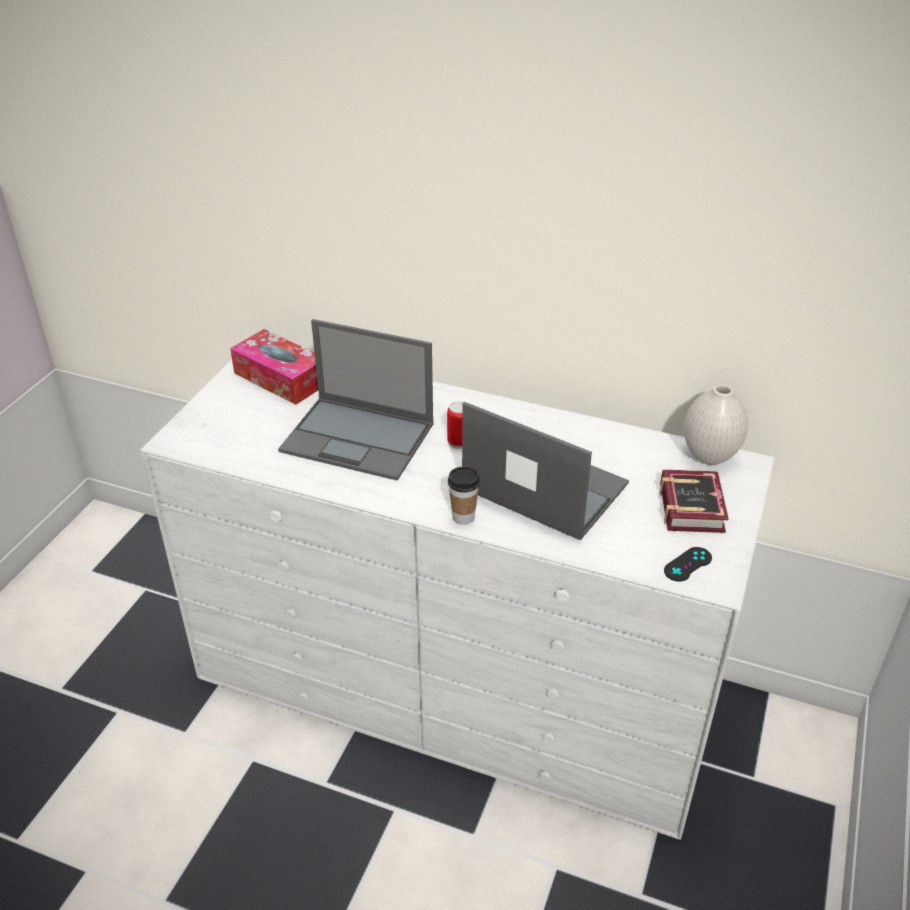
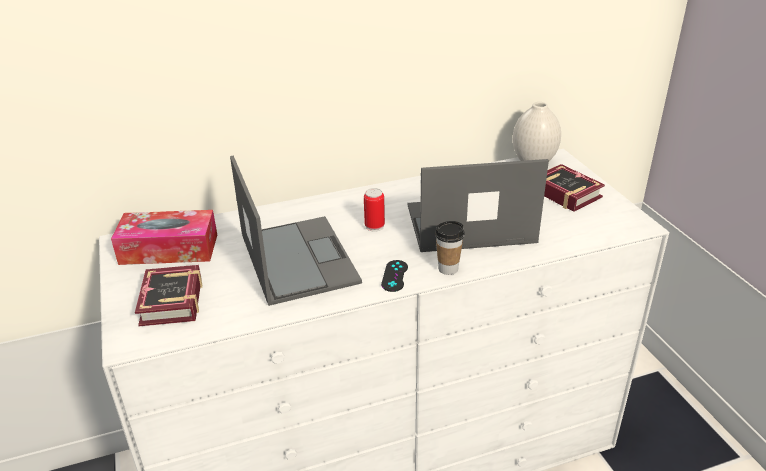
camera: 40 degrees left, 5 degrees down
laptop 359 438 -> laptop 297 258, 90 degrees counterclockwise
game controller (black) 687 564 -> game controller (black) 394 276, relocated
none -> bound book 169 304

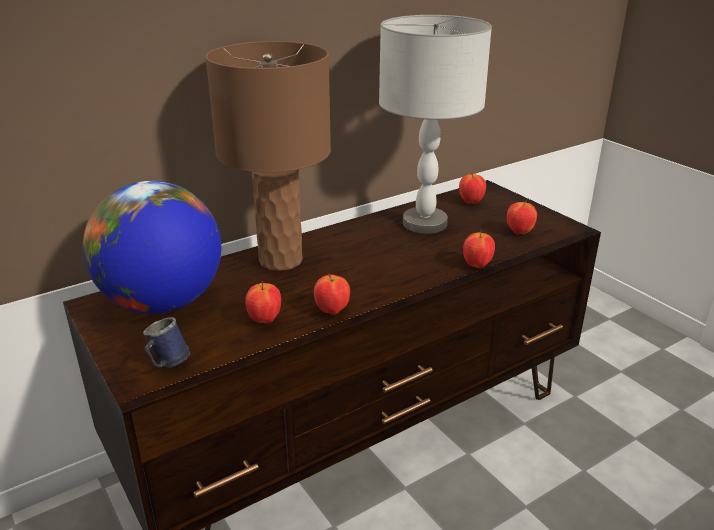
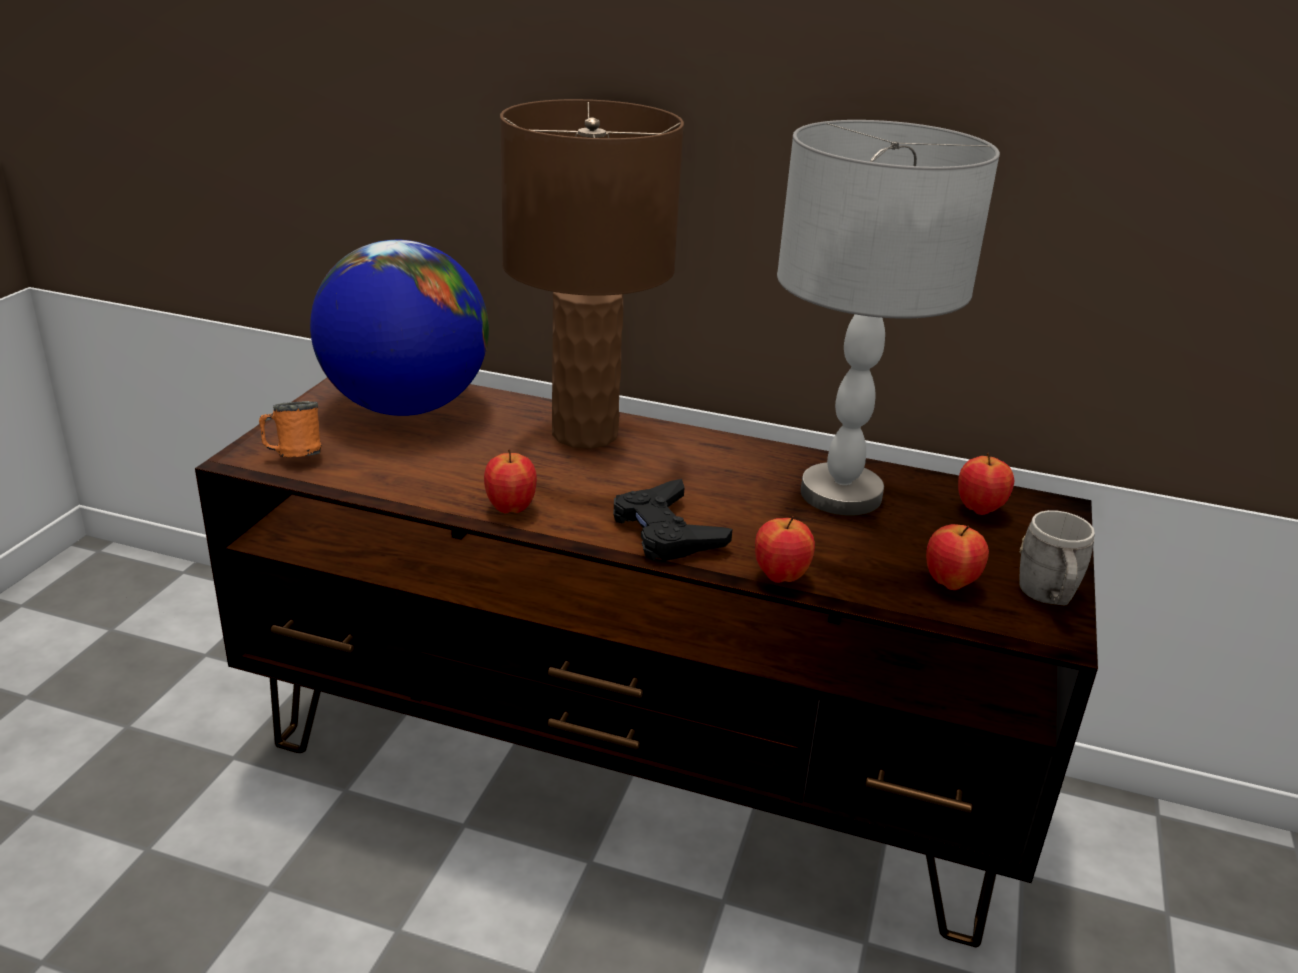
camera: 50 degrees right, 0 degrees up
apple fruit 264 320 -> none
mug (blue-coloured) 167 365 -> mug (orangey) 293 456
none -> game controller (black) 666 531
none -> mug (gray) 1048 598

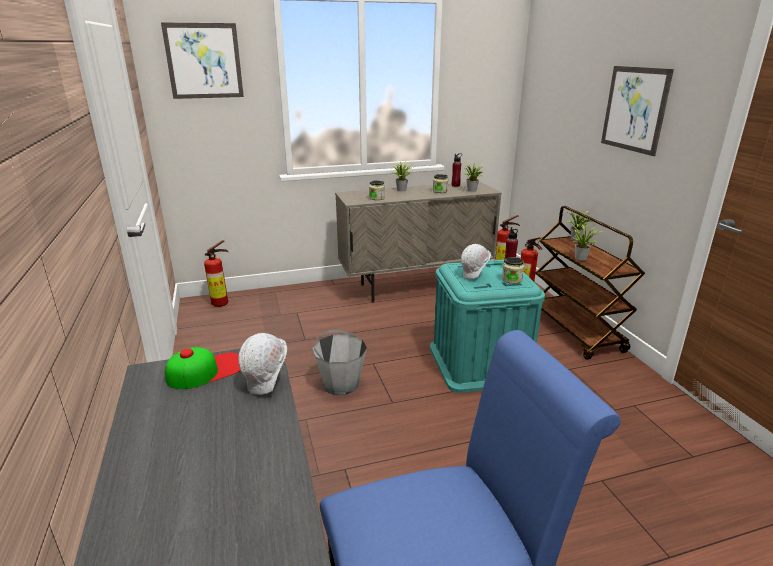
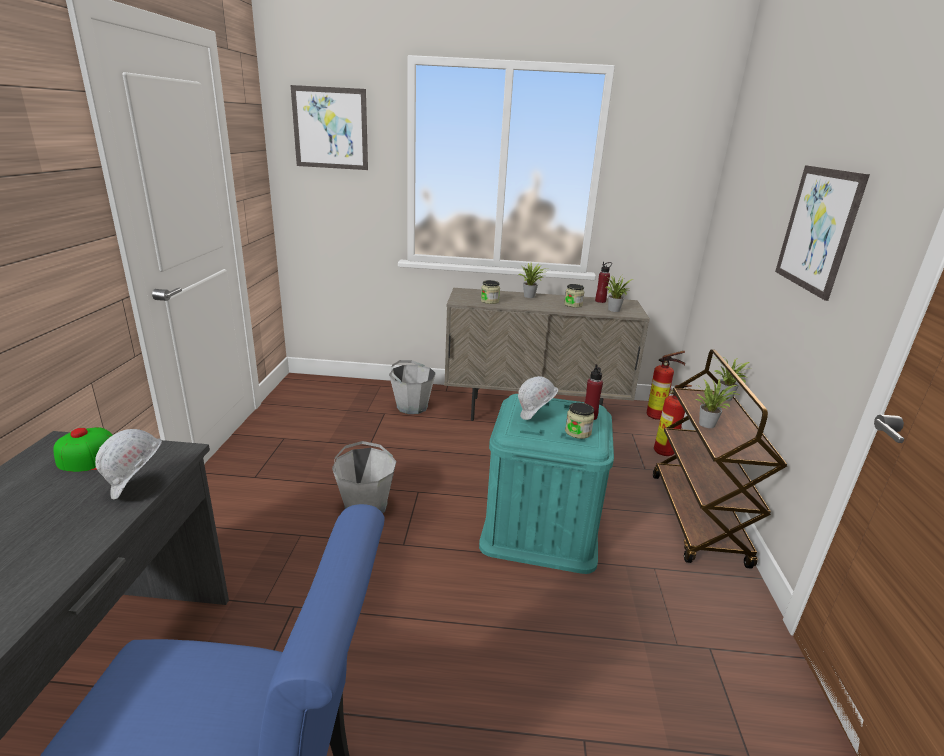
camera: 20 degrees right, 0 degrees up
fire extinguisher 223 303 -> none
none -> bucket (gray) 412 406

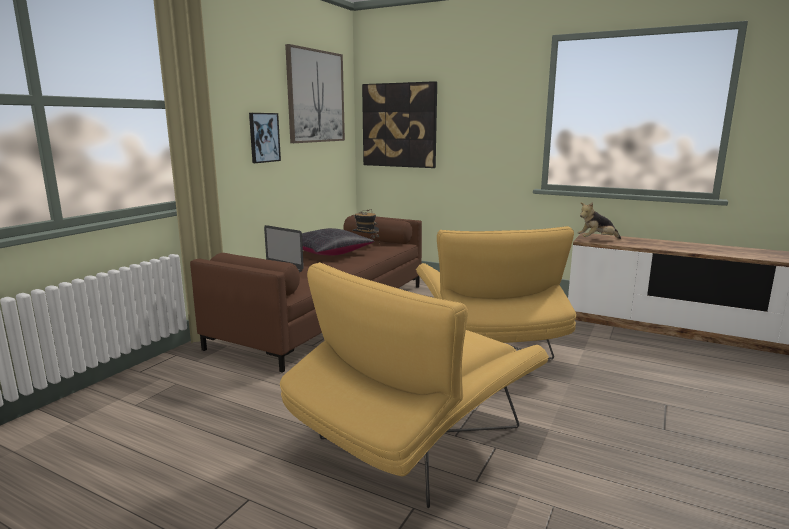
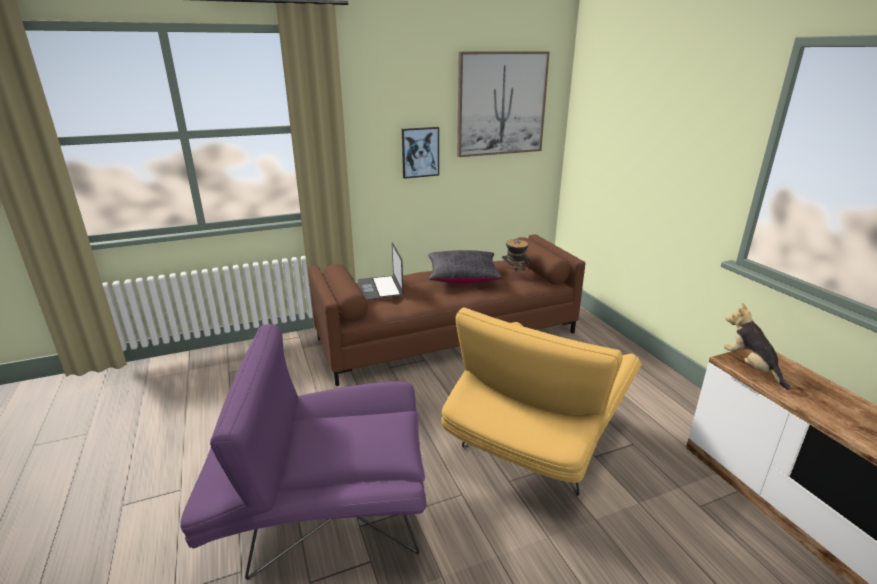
camera: 40 degrees right, 10 degrees up
wall picture 399 125 -> none
plush toy 597 240 -> plush toy 751 367, 45 degrees clockwise
armchair (yellow-coloured) 413 442 -> armchair (purple) 322 511

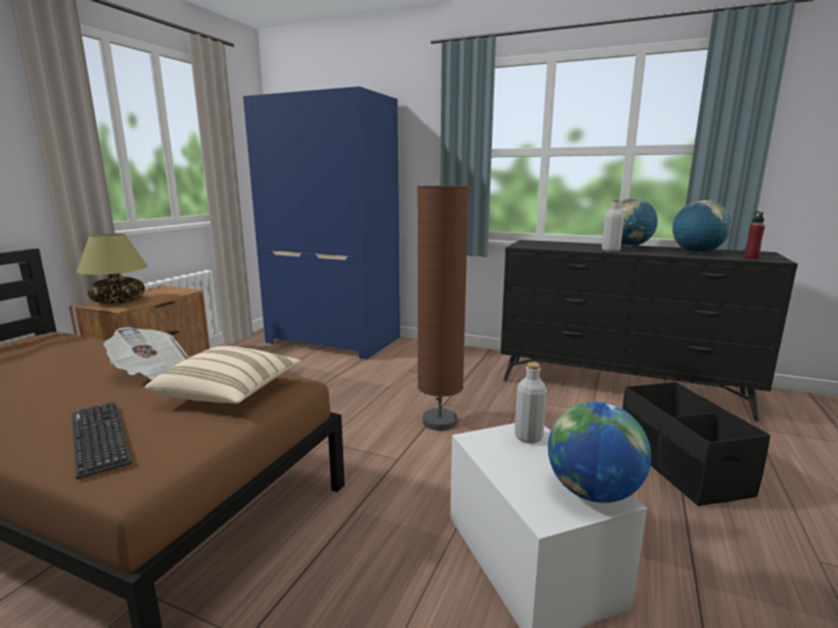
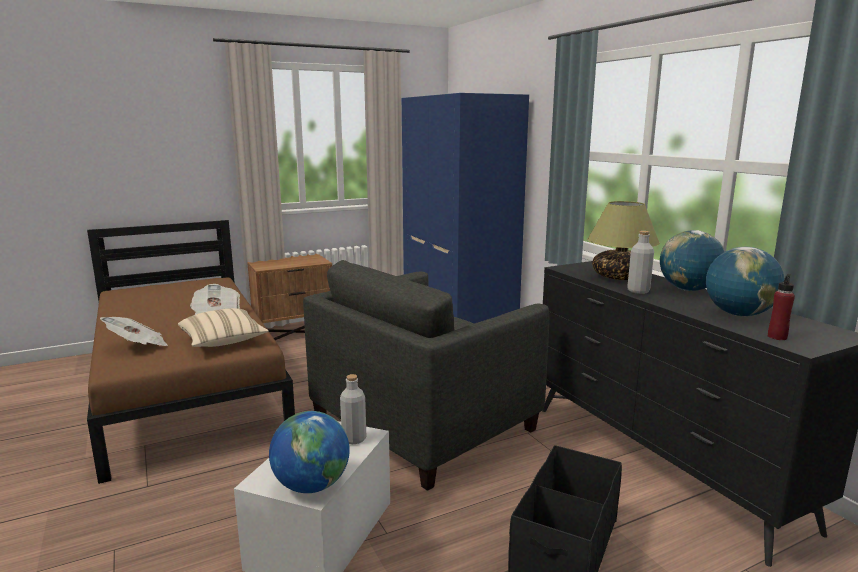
camera: 40 degrees right, 0 degrees up
floor lamp (brown-coloured) 439 422 -> armchair (gray) 424 423
tabletop lamp 118 301 -> tabletop lamp 619 277, relocated
PC keyboard 99 438 -> newspaper 138 346

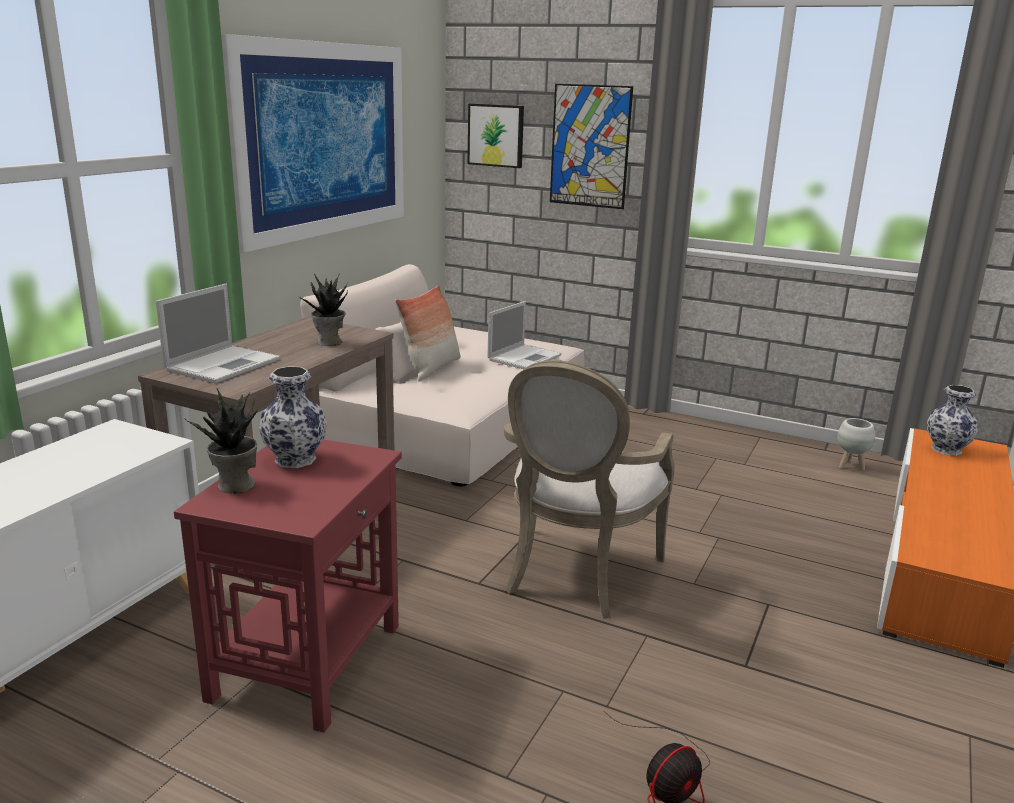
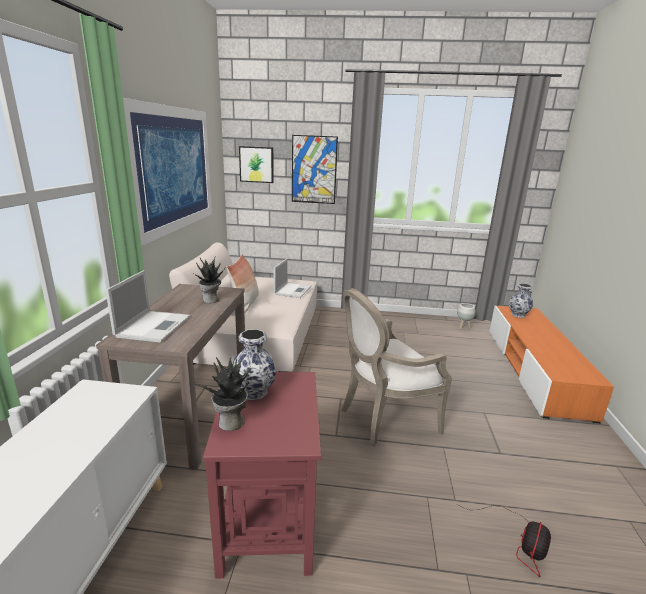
camera: 20 degrees left, 0 degrees up
armchair 573 575 -> armchair 382 418, 60 degrees clockwise

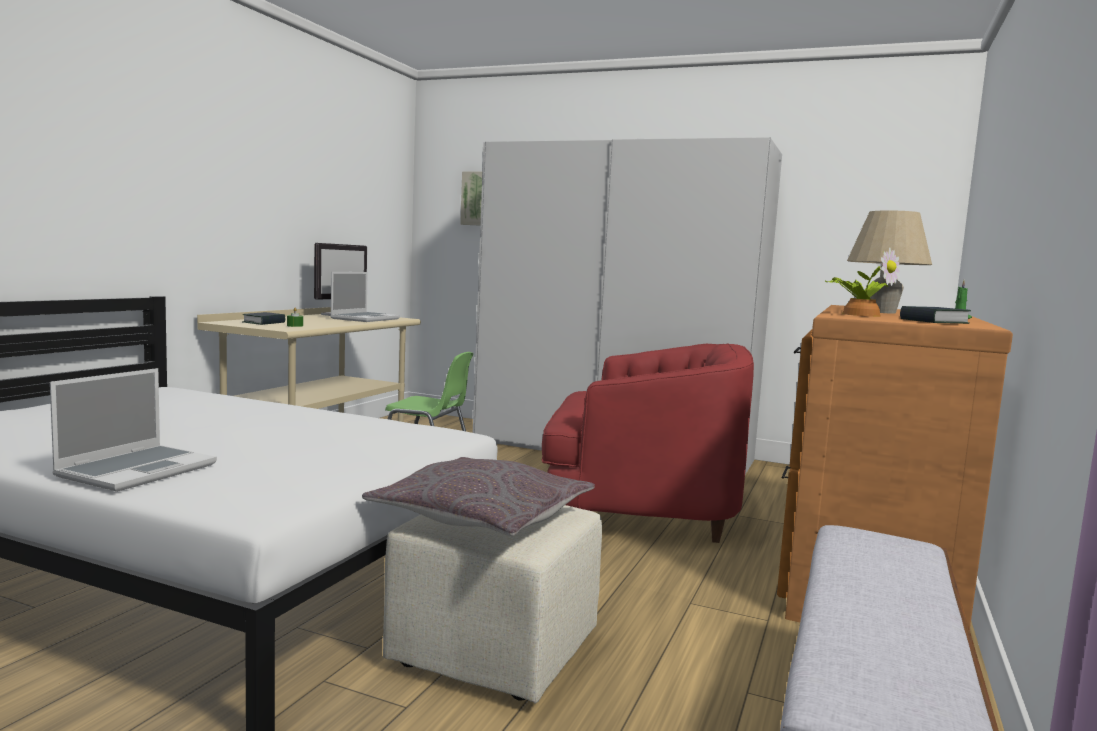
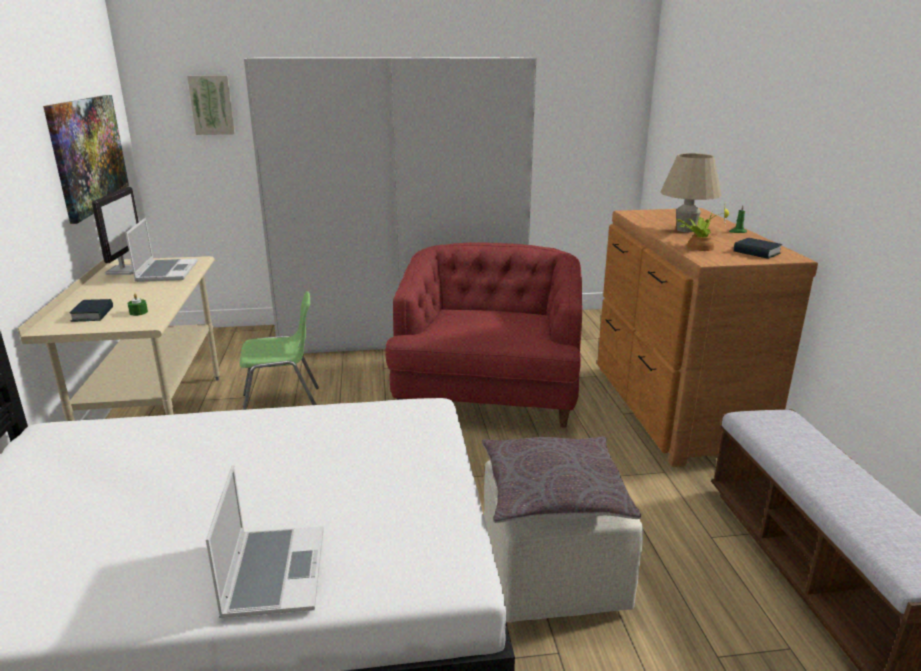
camera: 30 degrees left, 15 degrees up
armchair (reddish) 639 506 -> armchair (reddish) 487 392, 60 degrees counterclockwise
none -> wall picture 89 154

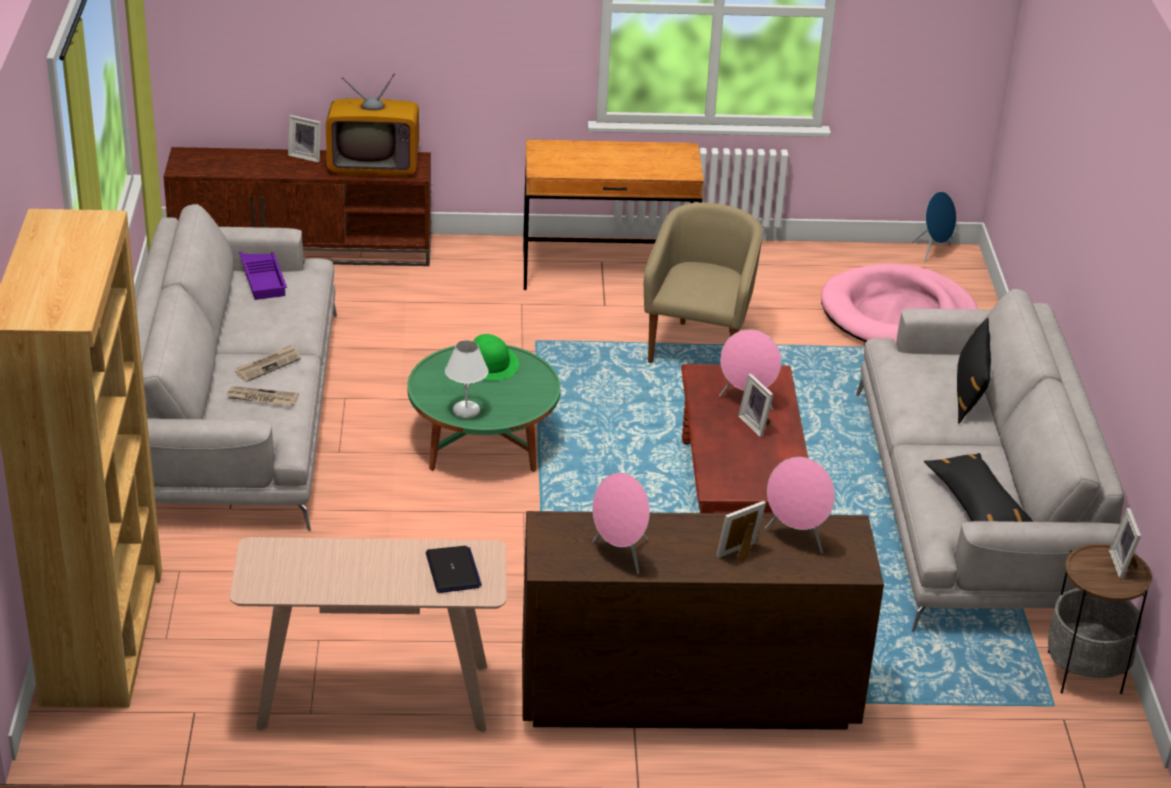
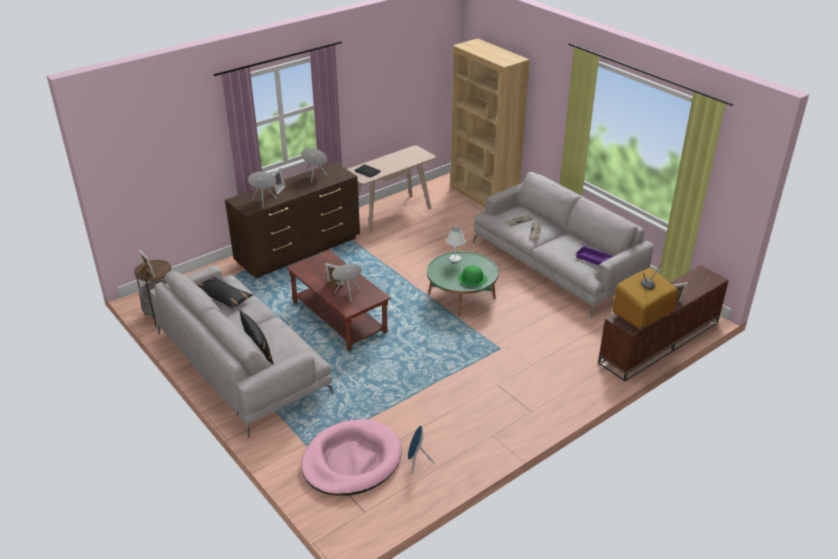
camera: 145 degrees right, 0 degrees up
desk table (brown-coloured) 608 271 -> none
speaker (blue-coloured) 933 252 -> speaker (blue-coloured) 417 462, relocated
armchair (beige) 699 347 -> none

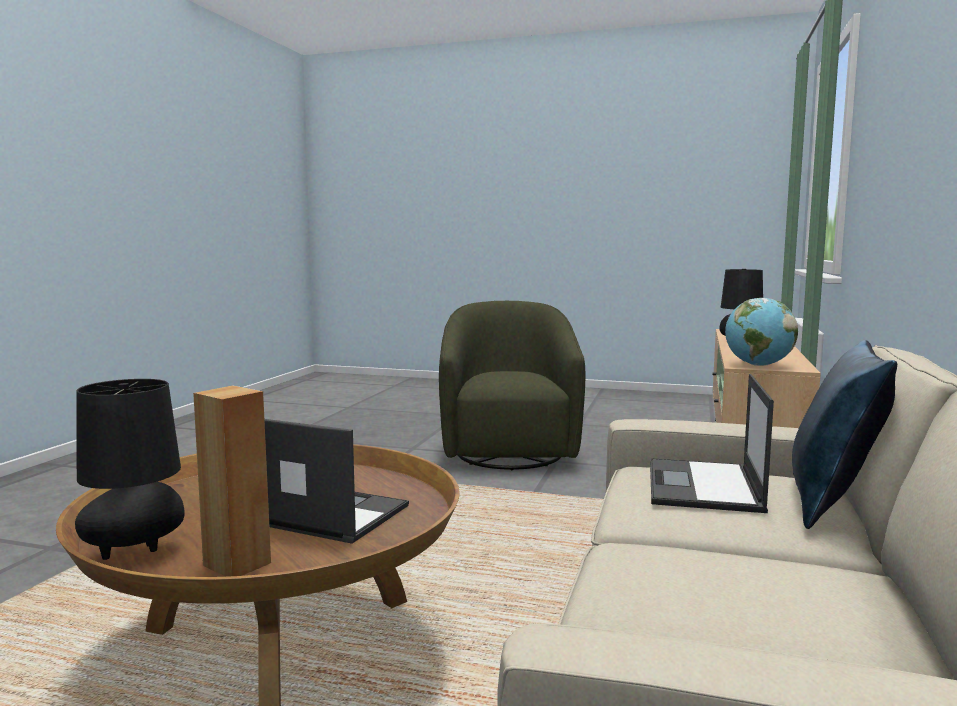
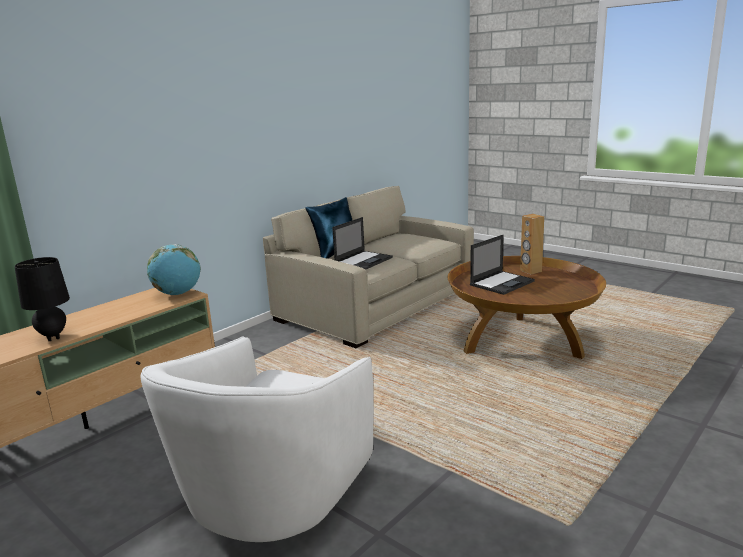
camera: 155 degrees left, 10 degrees up
armchair (green-coloured) 509 450 -> armchair (white-coloured) 272 497
tabletop lamp (black) 136 551 -> none
laptop 325 513 -> laptop 502 283, 90 degrees counterclockwise

